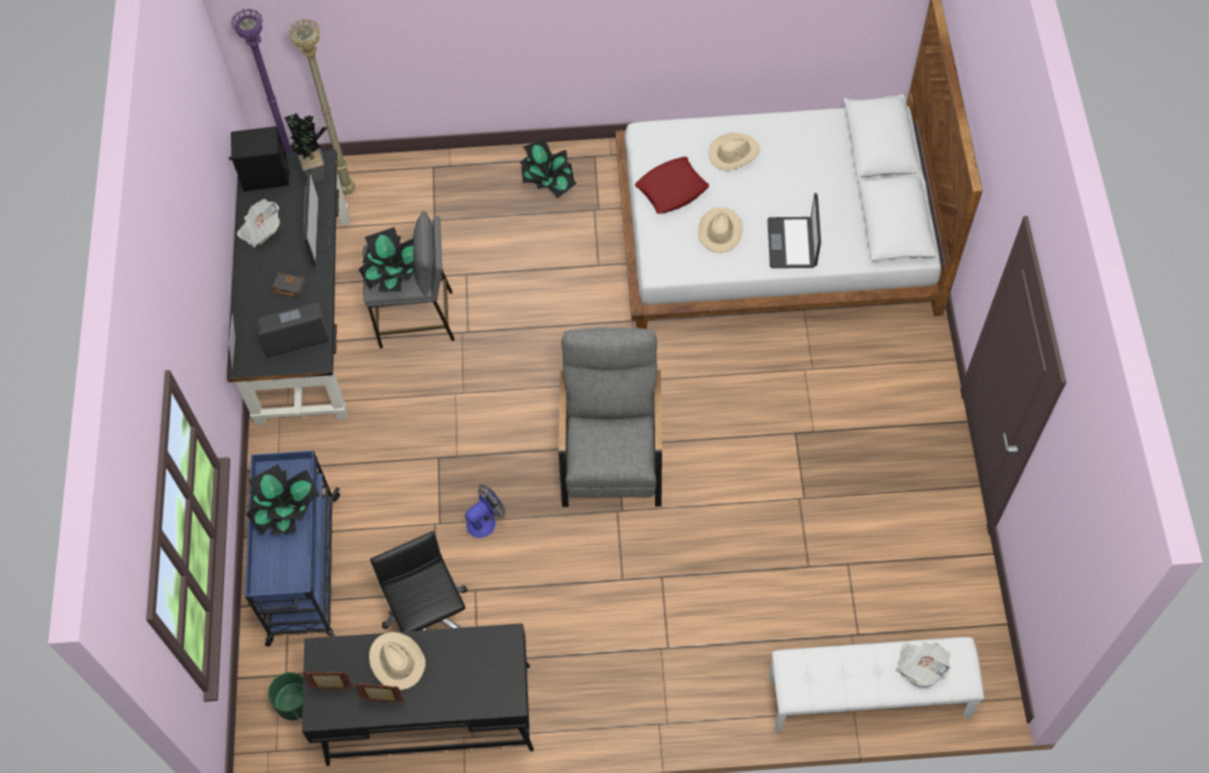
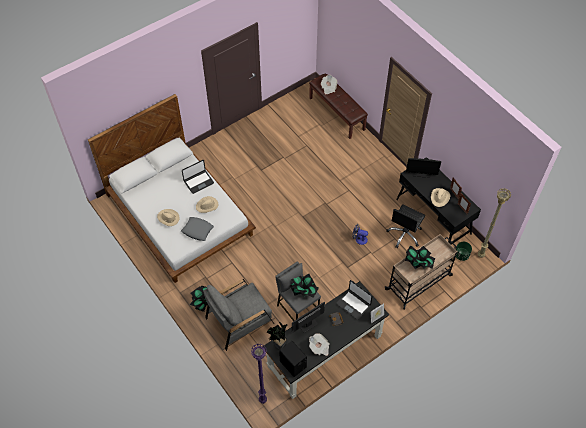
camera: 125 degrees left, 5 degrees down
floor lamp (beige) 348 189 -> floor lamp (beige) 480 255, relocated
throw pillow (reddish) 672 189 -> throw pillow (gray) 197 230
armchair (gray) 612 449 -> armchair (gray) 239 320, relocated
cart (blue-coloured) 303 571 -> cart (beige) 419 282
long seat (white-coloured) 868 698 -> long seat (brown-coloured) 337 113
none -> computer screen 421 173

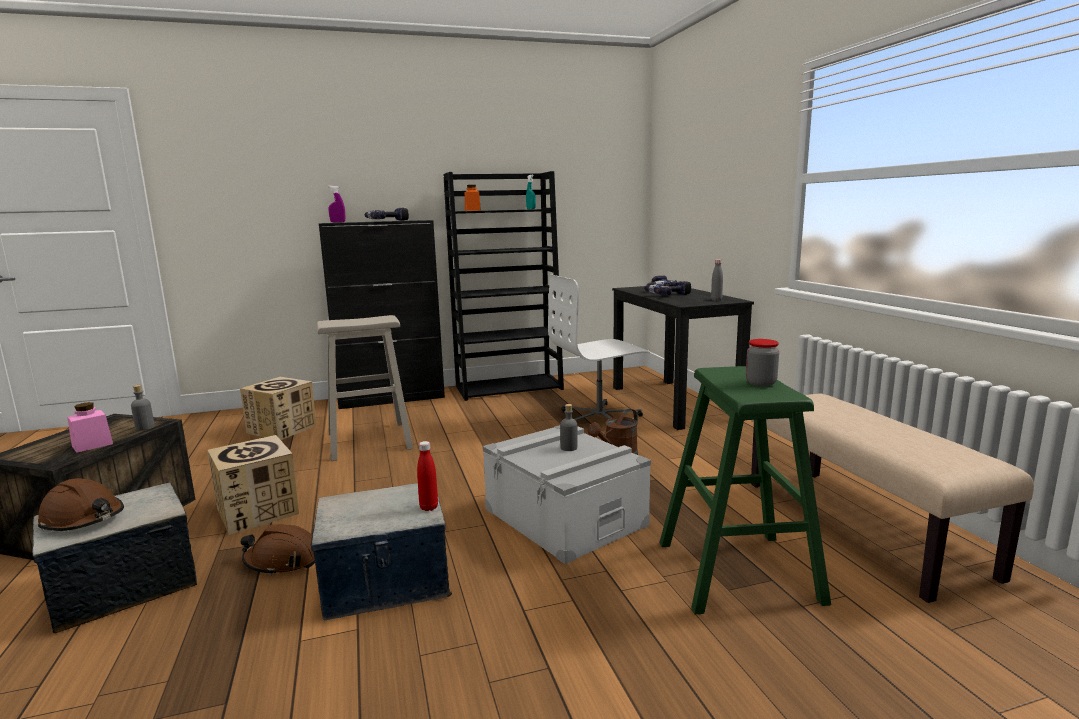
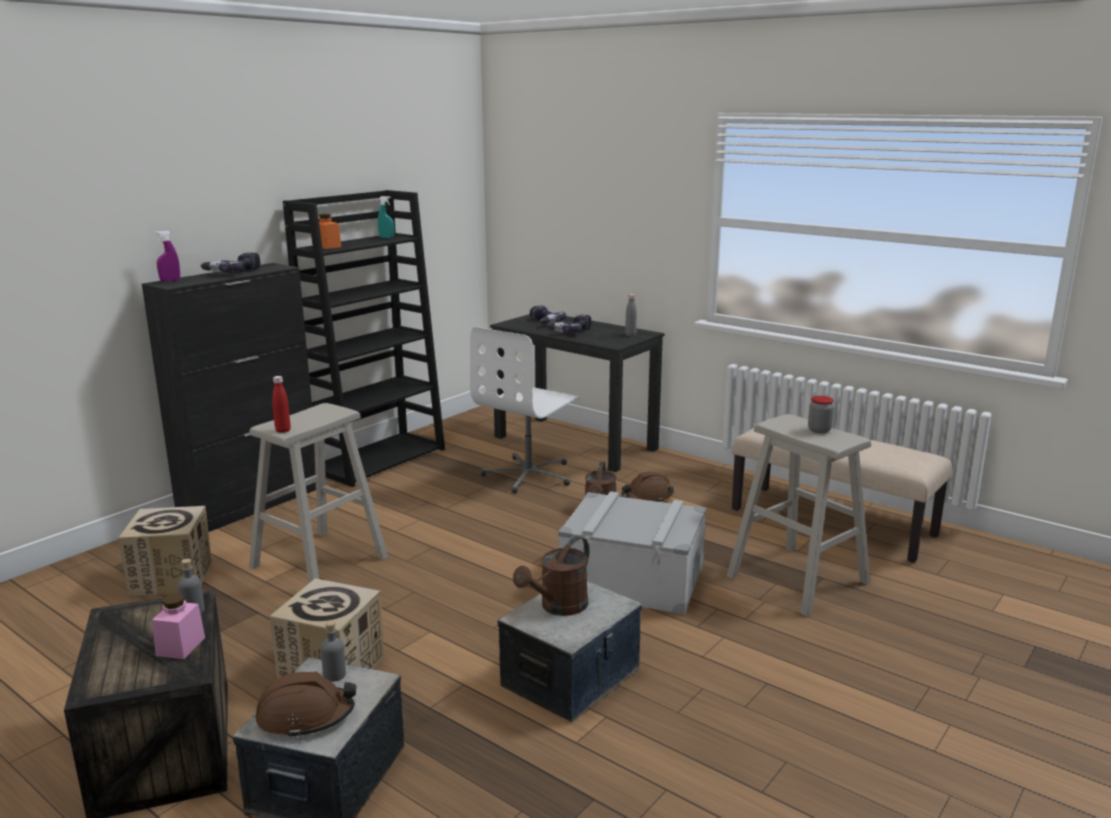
camera: 35 degrees left, 5 degrees up
stool (green-coloured) 738 571 -> stool (beige) 798 579
beverage bottle (gray) 569 448 -> beverage bottle (gray) 334 675, relocated
beverage bottle (reddish) 429 507 -> beverage bottle (reddish) 283 430, relocated
safety helmet (brown-coloured) 282 561 -> safety helmet (brown-coloured) 647 497, relocated
none -> sprinkling can (brown-coloured) 558 607

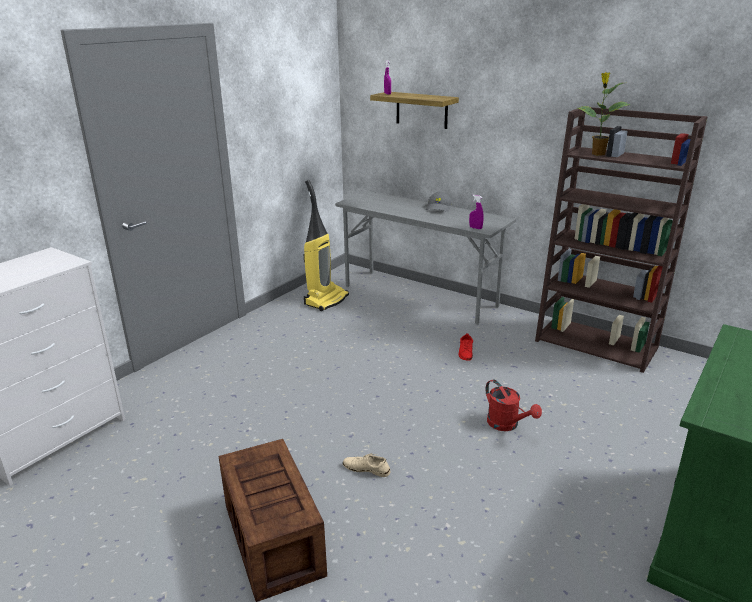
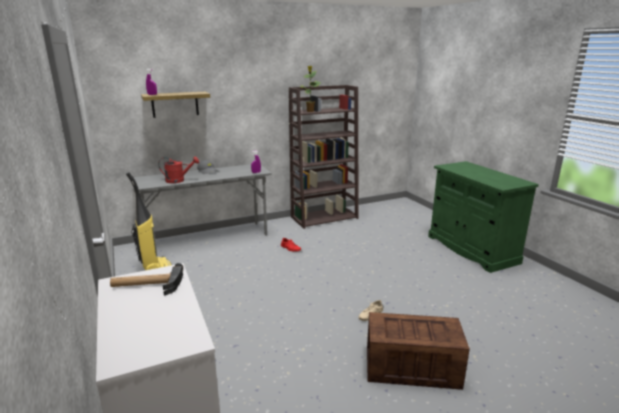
camera: 60 degrees left, 5 degrees down
sprinkling can (reddish) 507 425 -> sprinkling can (reddish) 178 180, relocated
none -> tool hammer 147 285

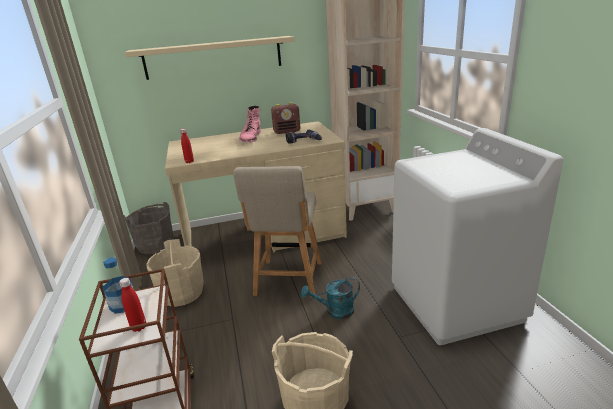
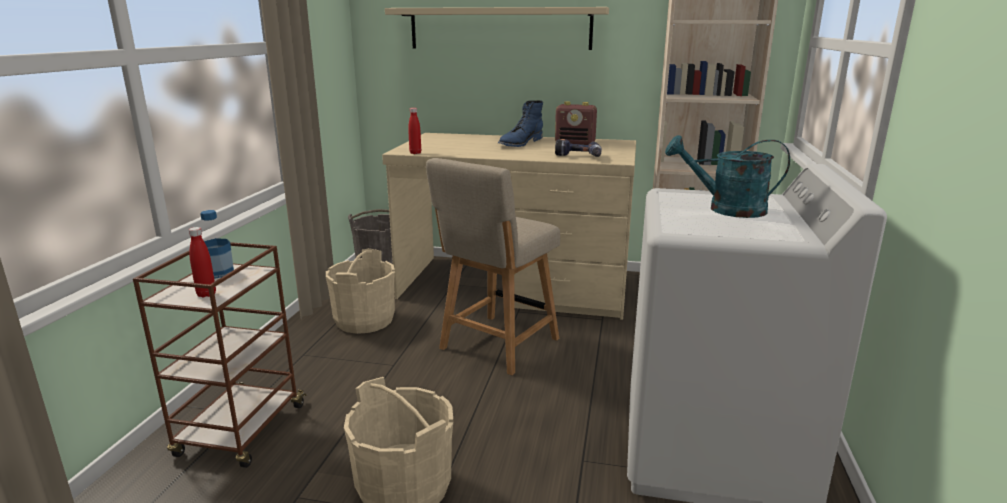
camera: 25 degrees right, 5 degrees down
high-top boot (pink) 250 138 -> high-top boot (blue-coloured) 520 143
sprinkling can (turquoise-coloured) 335 311 -> sprinkling can (turquoise-coloured) 726 209, relocated

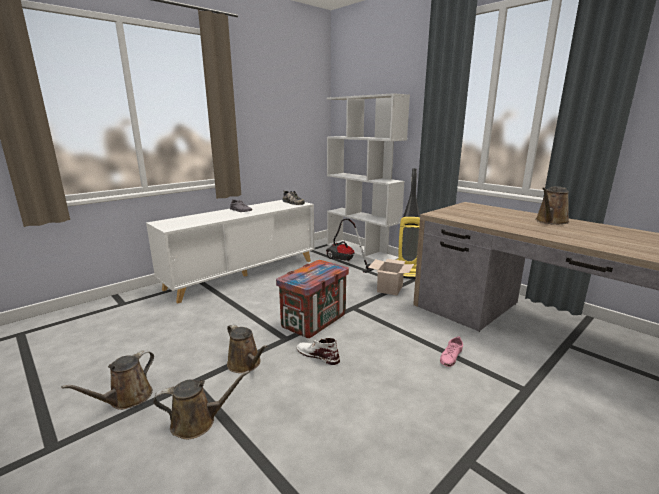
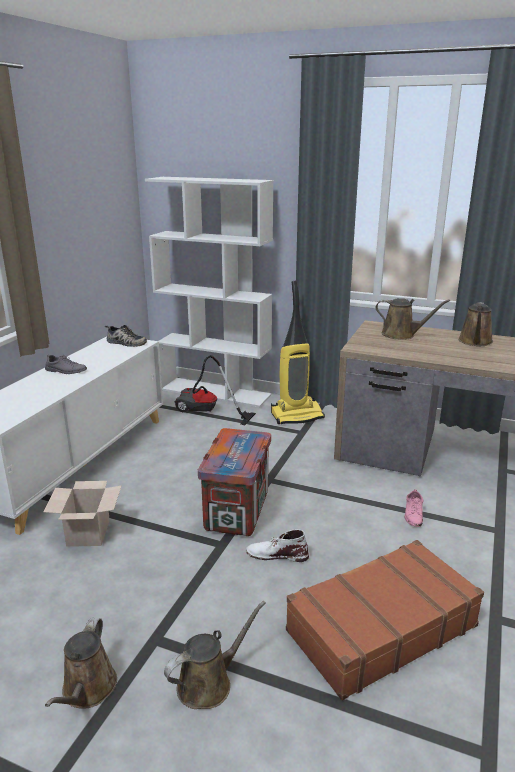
camera: 25 degrees left, 5 degrees up
packing box 389 288 -> packing box 88 532, relocated
sprinkling can (brown-coloured) 246 364 -> sprinkling can (brown-coloured) 401 335, relocated
none -> travel case (brown-coloured) 380 628

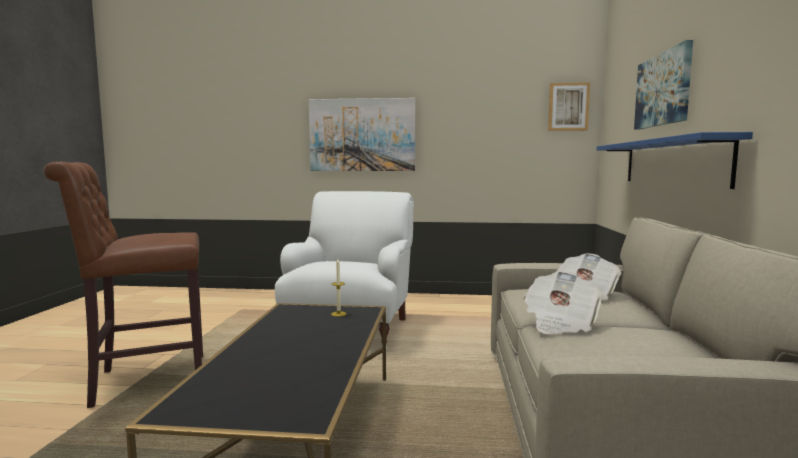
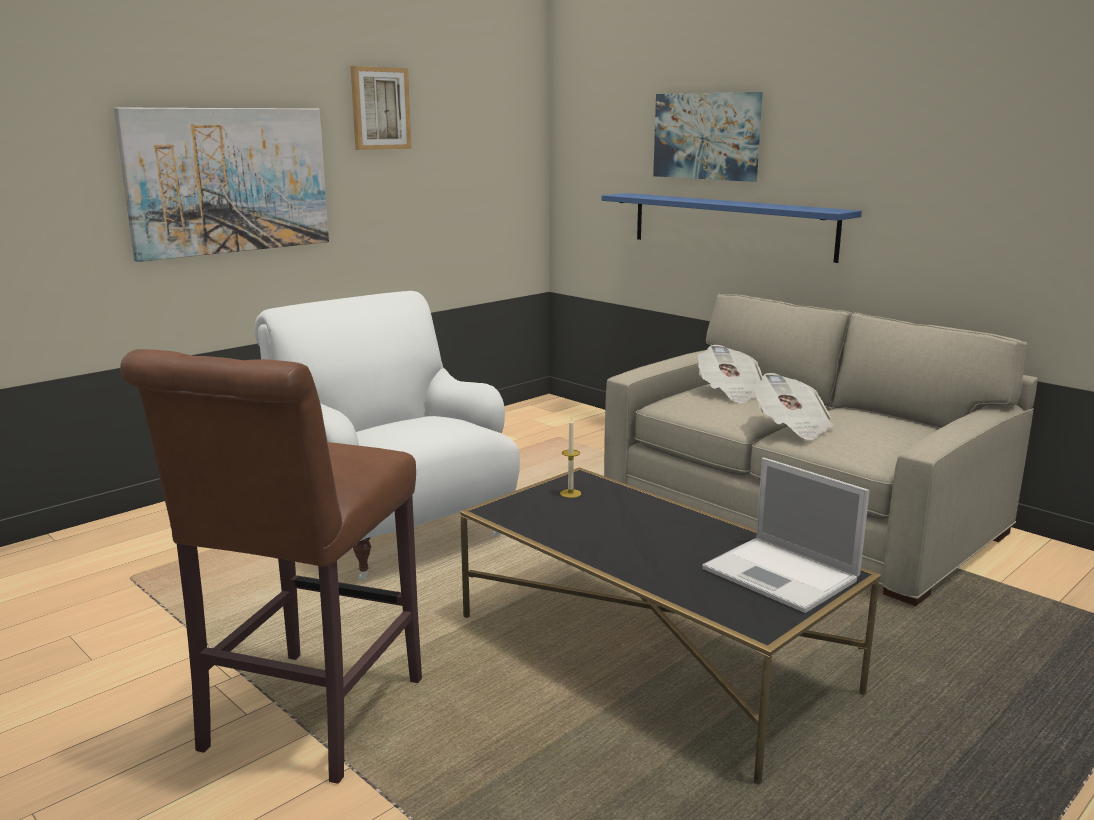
camera: 50 degrees left, 10 degrees up
wall picture 568 107 -> wall picture 380 108, relocated
none -> laptop 783 575

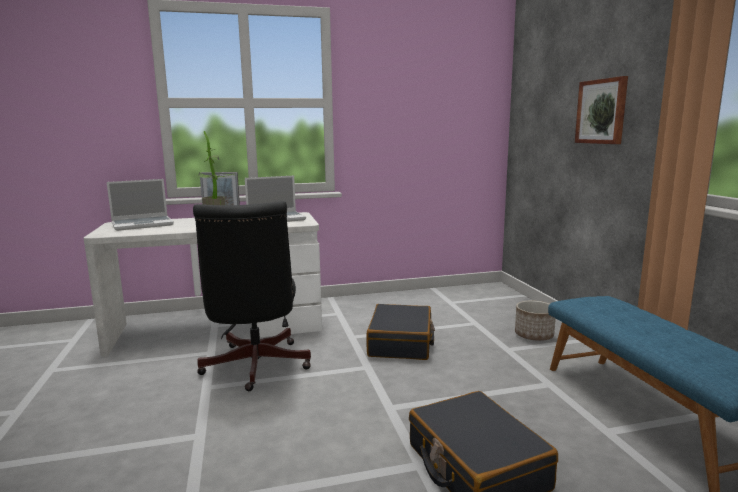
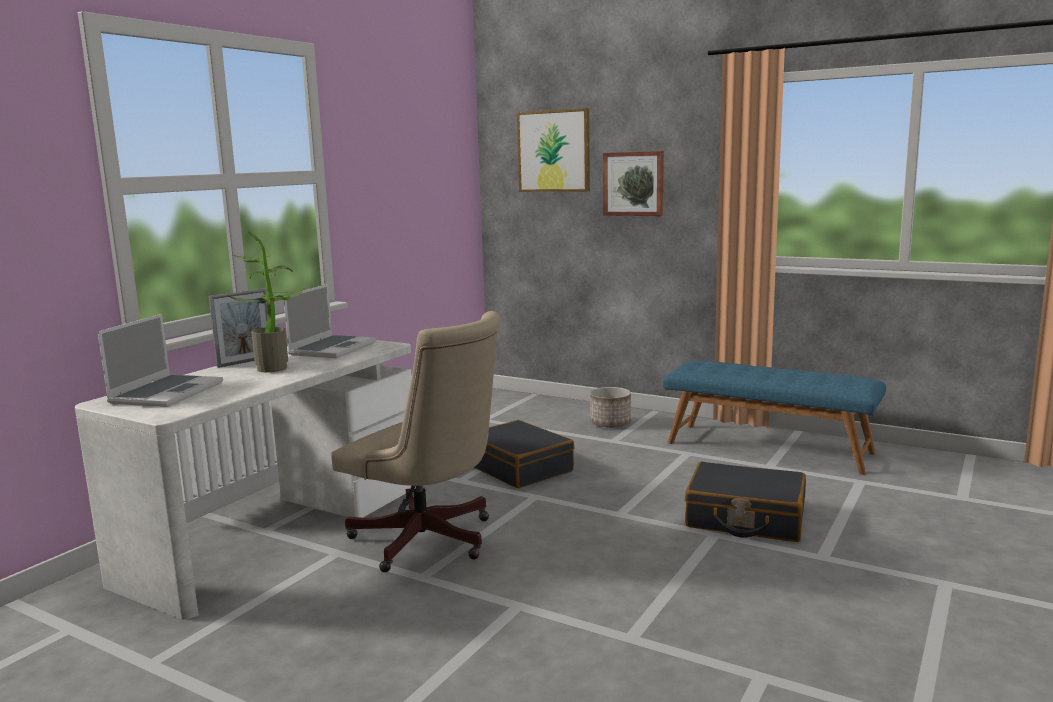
camera: 45 degrees left, 0 degrees up
desk chair (black) 254 368 -> desk chair (beige) 429 542
none -> wall picture 554 151

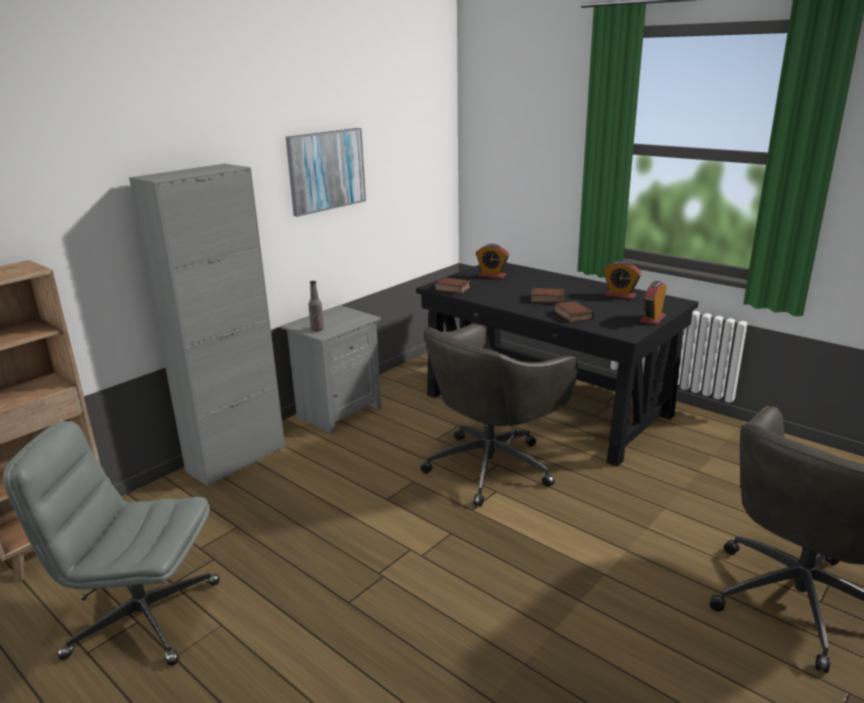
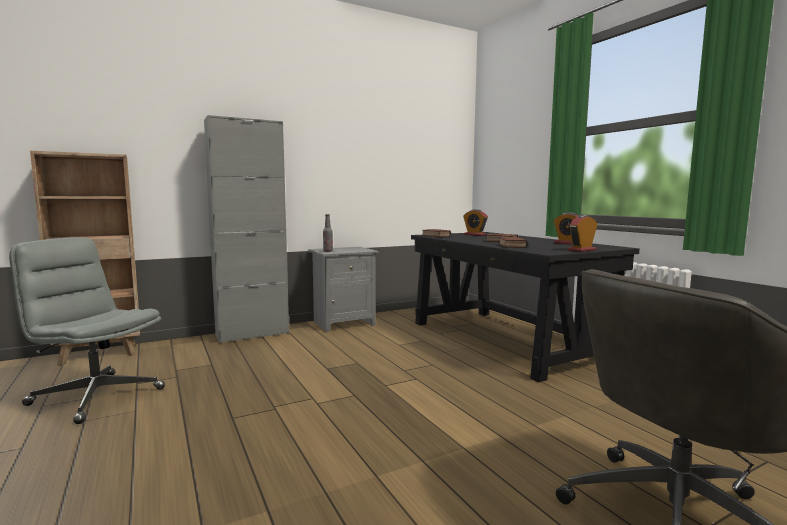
camera: 20 degrees right, 15 degrees down
wall picture 326 170 -> none
desk chair (gray) 492 465 -> none

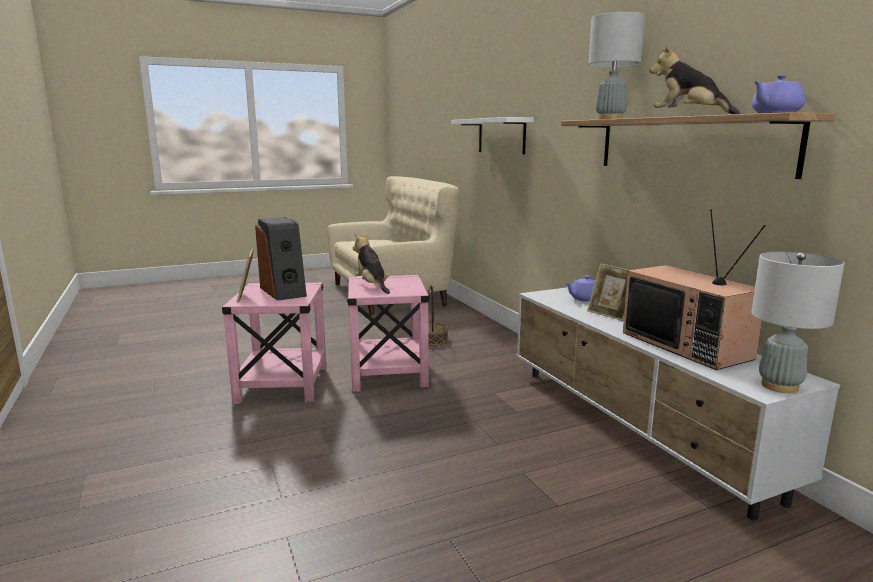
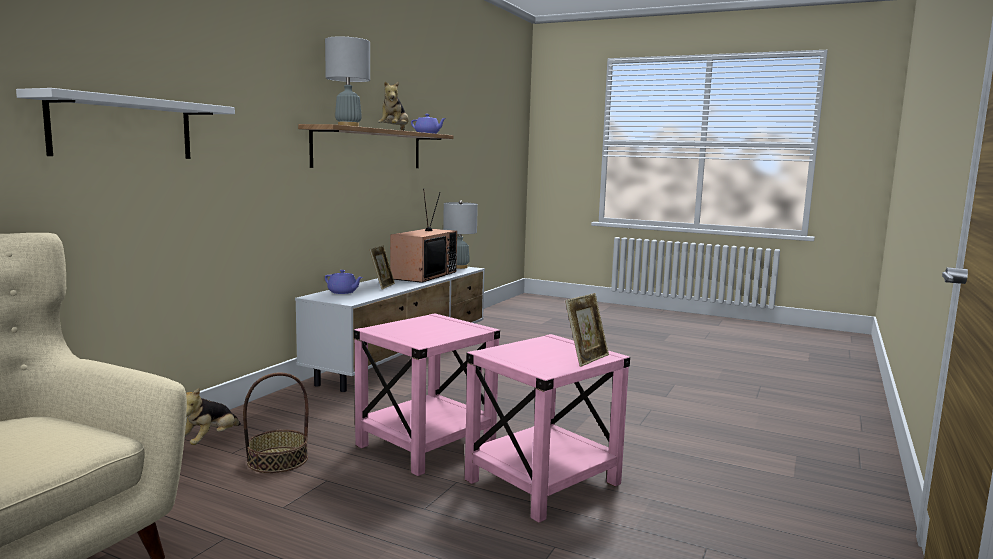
camera: 130 degrees left, 5 degrees down
speaker 284 291 -> none
plush toy 372 286 -> plush toy 209 440, relocated

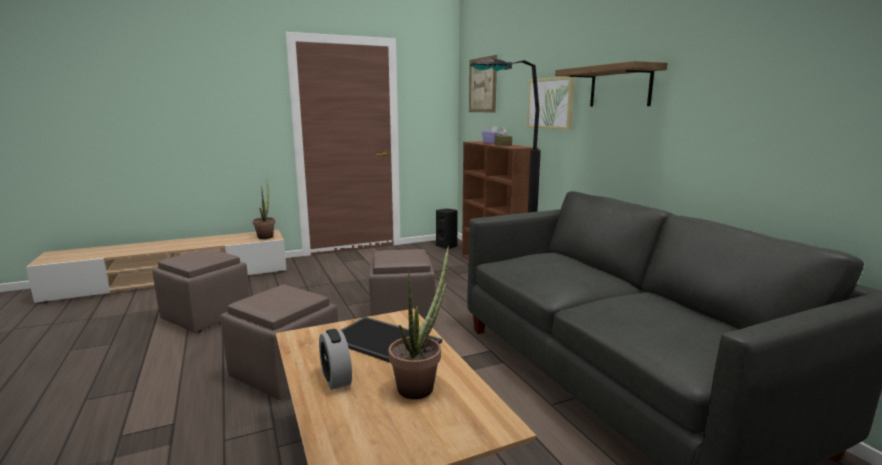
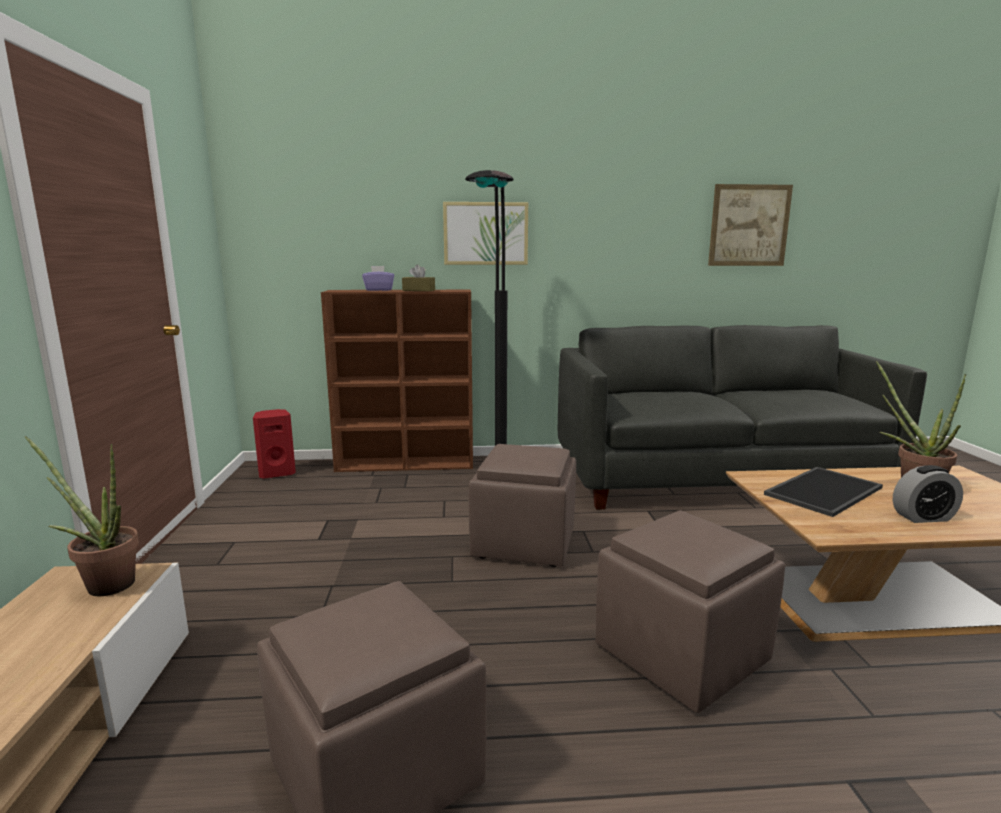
camera: 70 degrees left, 0 degrees up
wall picture 482 85 -> wall picture 749 225, relocated
shelf 620 87 -> none
speaker (black) 447 246 -> speaker (reddish) 277 473

